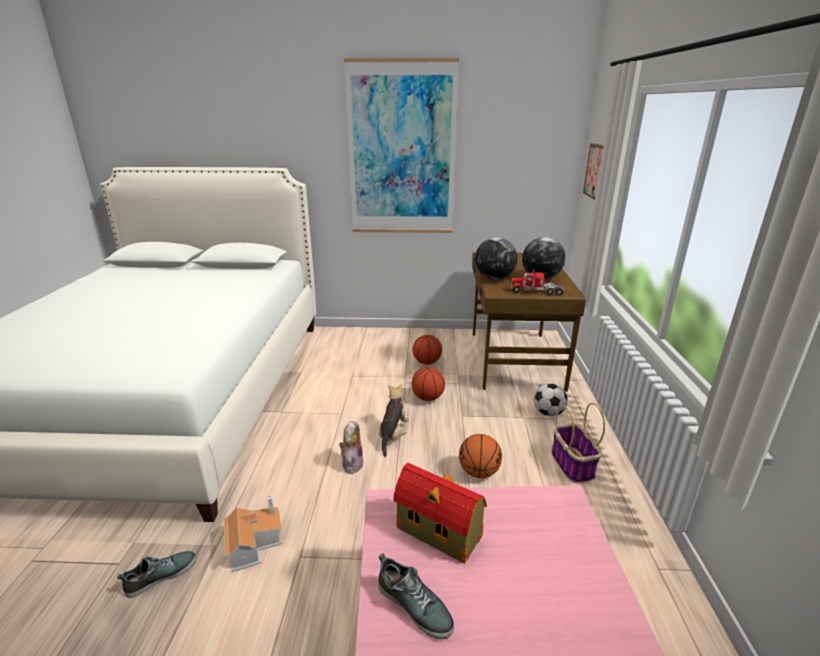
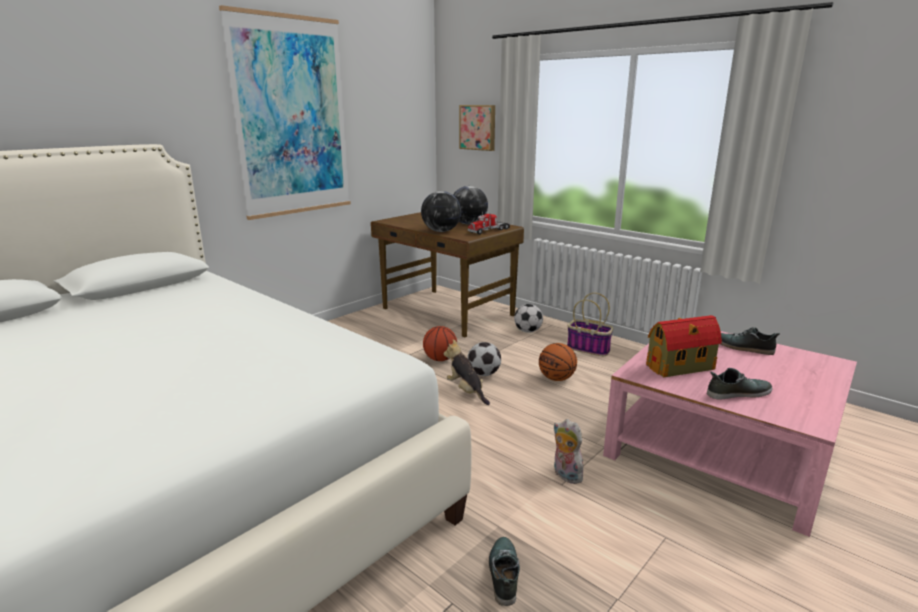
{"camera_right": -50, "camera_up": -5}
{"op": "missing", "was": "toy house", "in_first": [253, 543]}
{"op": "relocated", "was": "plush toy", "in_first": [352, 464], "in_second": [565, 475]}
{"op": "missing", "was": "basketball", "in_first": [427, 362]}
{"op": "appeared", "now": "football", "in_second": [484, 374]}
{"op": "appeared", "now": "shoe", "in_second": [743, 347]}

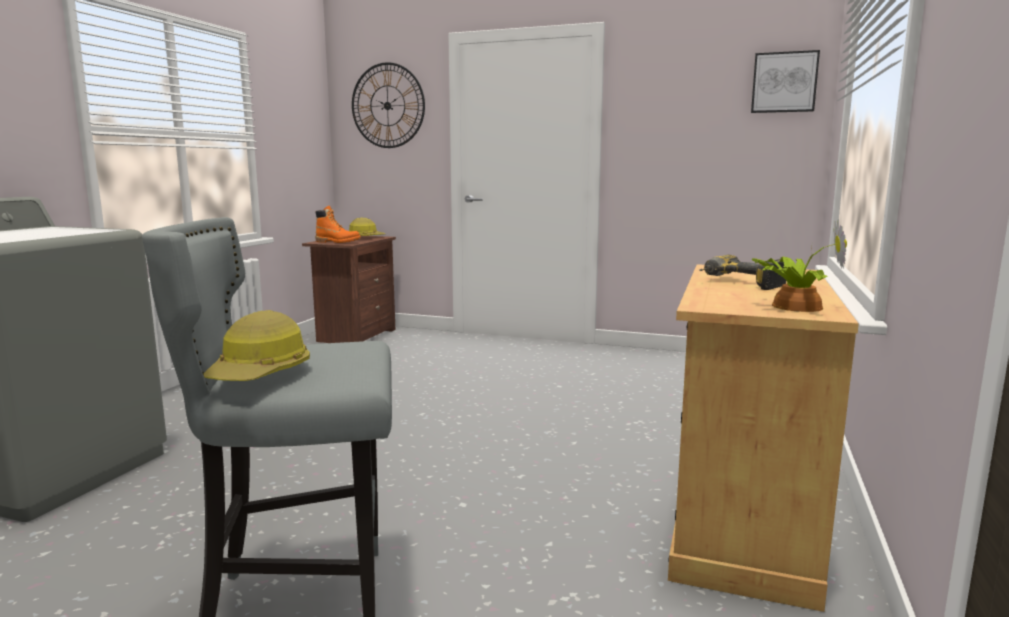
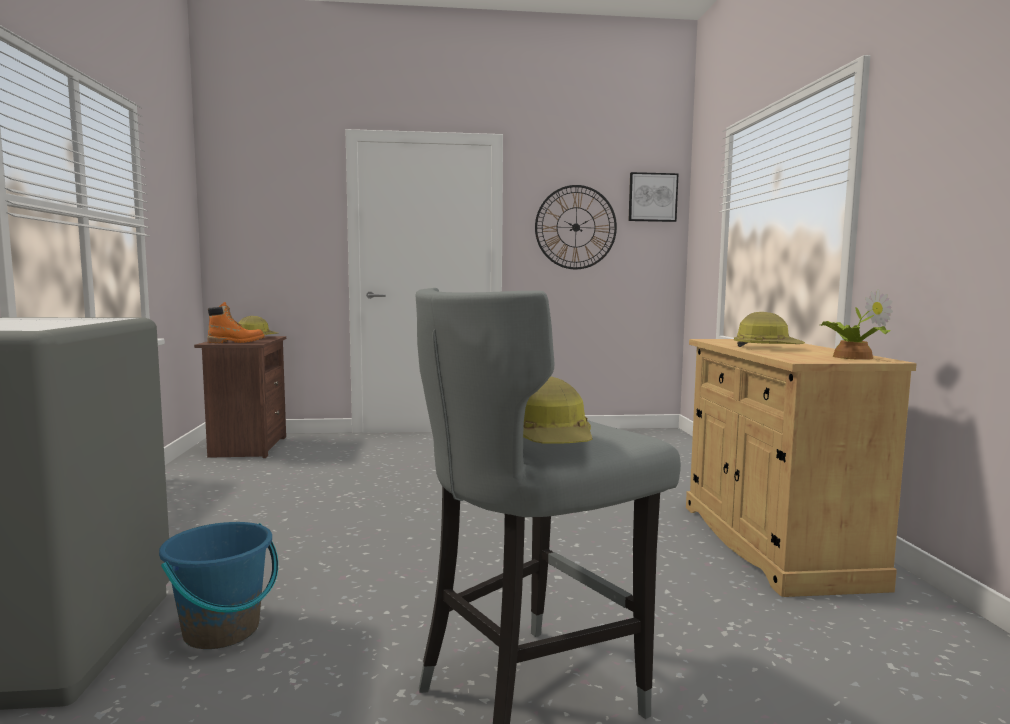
{"camera_right": -25, "camera_up": -5}
{"op": "relocated", "was": "wall clock", "in_first": [387, 105], "in_second": [575, 227]}
{"op": "exchanged", "was": "power drill", "now": "hard hat", "in_first": [738, 284], "in_second": [767, 348]}
{"op": "appeared", "now": "blue bucket", "in_second": [222, 631]}

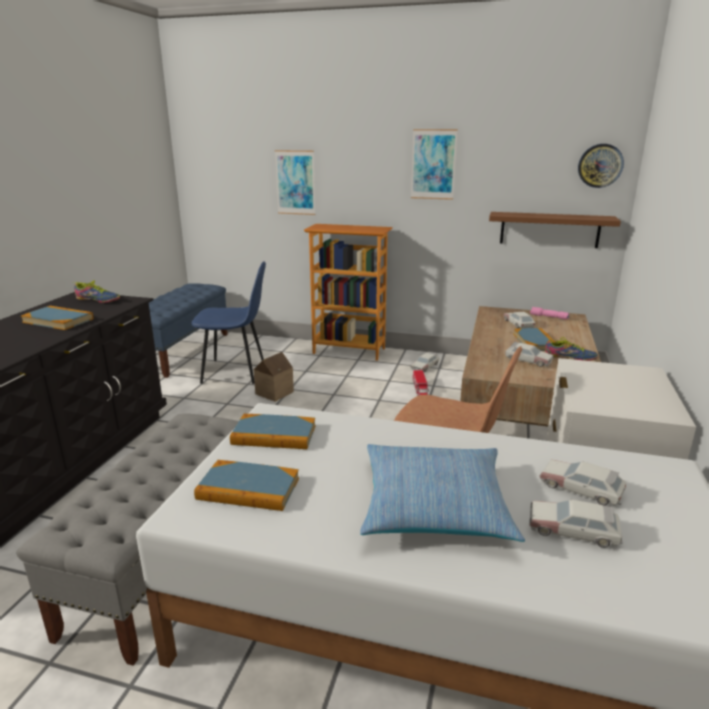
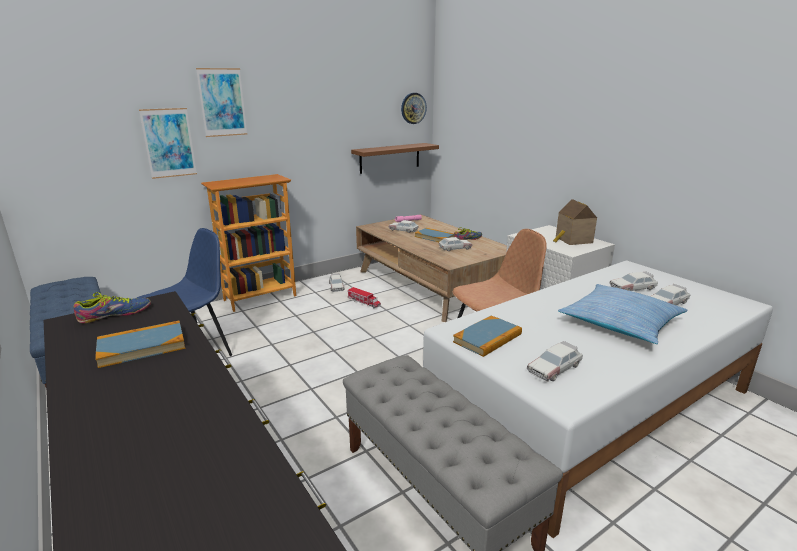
{"camera_right": -50, "camera_up": 0}
{"op": "exchanged", "was": "book", "now": "toy car", "in_first": [248, 489], "in_second": [554, 368]}
{"op": "relocated", "was": "toy house", "in_first": [273, 392], "in_second": [572, 240]}
{"op": "relocated", "was": "picture", "in_first": [433, 164], "in_second": [222, 102]}

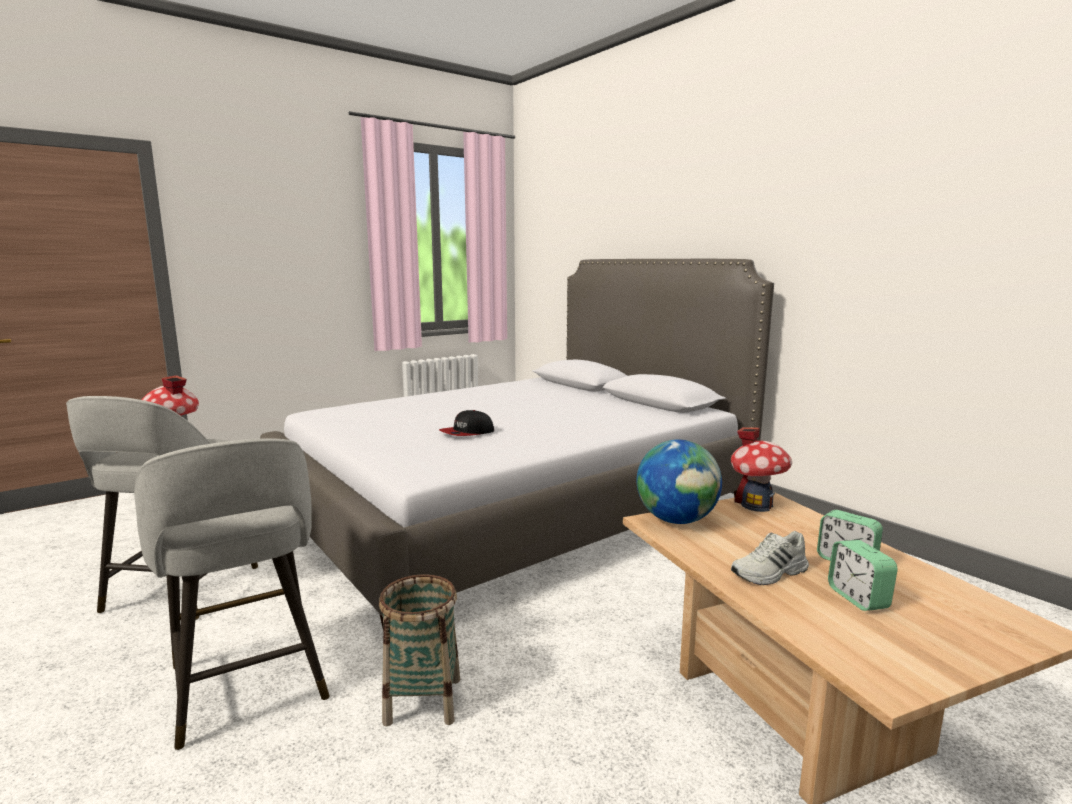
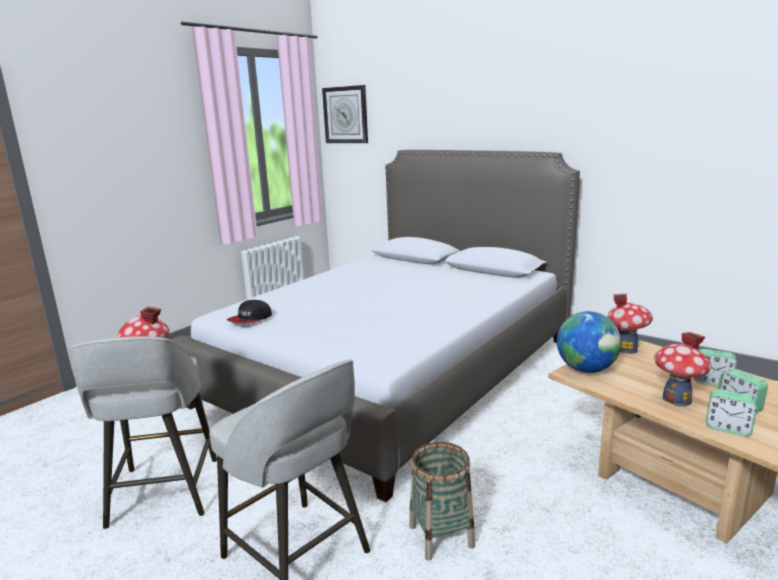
{"camera_right": -15, "camera_up": 5}
{"op": "relocated", "was": "cap", "in_first": [467, 433], "in_second": [250, 319]}
{"op": "exchanged", "was": "white shoe", "now": "toy house", "in_first": [770, 573], "in_second": [677, 399]}
{"op": "appeared", "now": "wall clock", "in_second": [345, 115]}
{"op": "appeared", "now": "alarm clock", "in_second": [728, 428]}

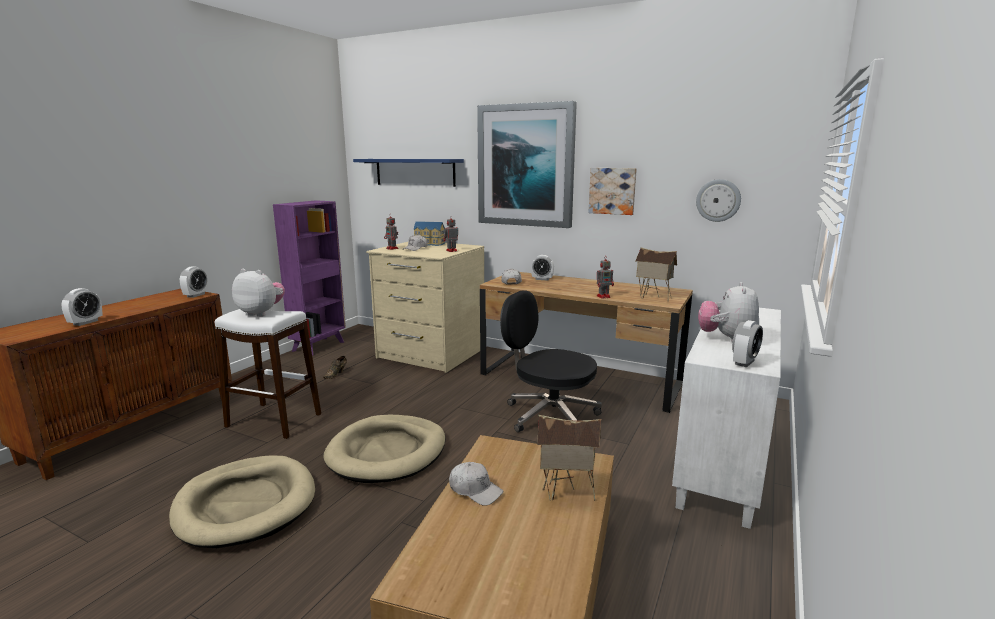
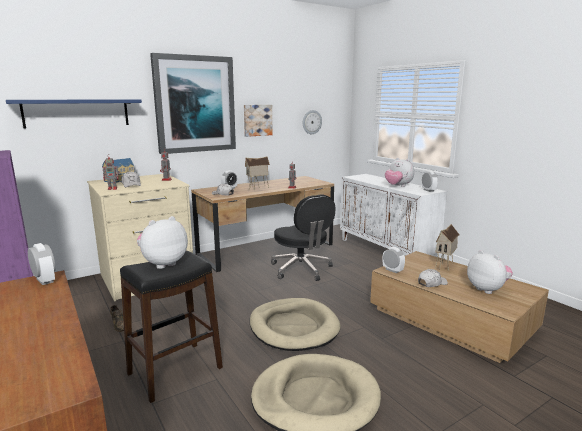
{"camera_right": -60, "camera_up": 0}
{"op": "relocated", "was": "alarm clock", "in_first": [85, 322], "in_second": [392, 270]}
{"op": "colour", "was": "white stool", "now": "black stool", "in_first": [273, 420], "in_second": [175, 371]}
{"op": "spun", "was": "black office chair", "in_first": [549, 415], "in_second": [302, 269], "clockwise": -90}
{"op": "relocated", "was": "toy house", "in_first": [653, 298], "in_second": [258, 188]}
{"op": "appeared", "now": "plush toy", "in_second": [487, 289]}

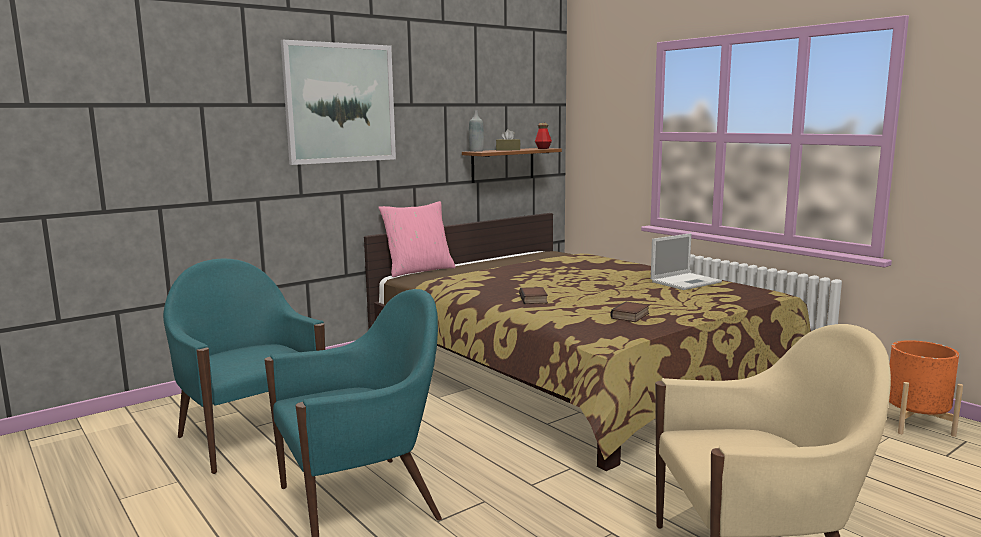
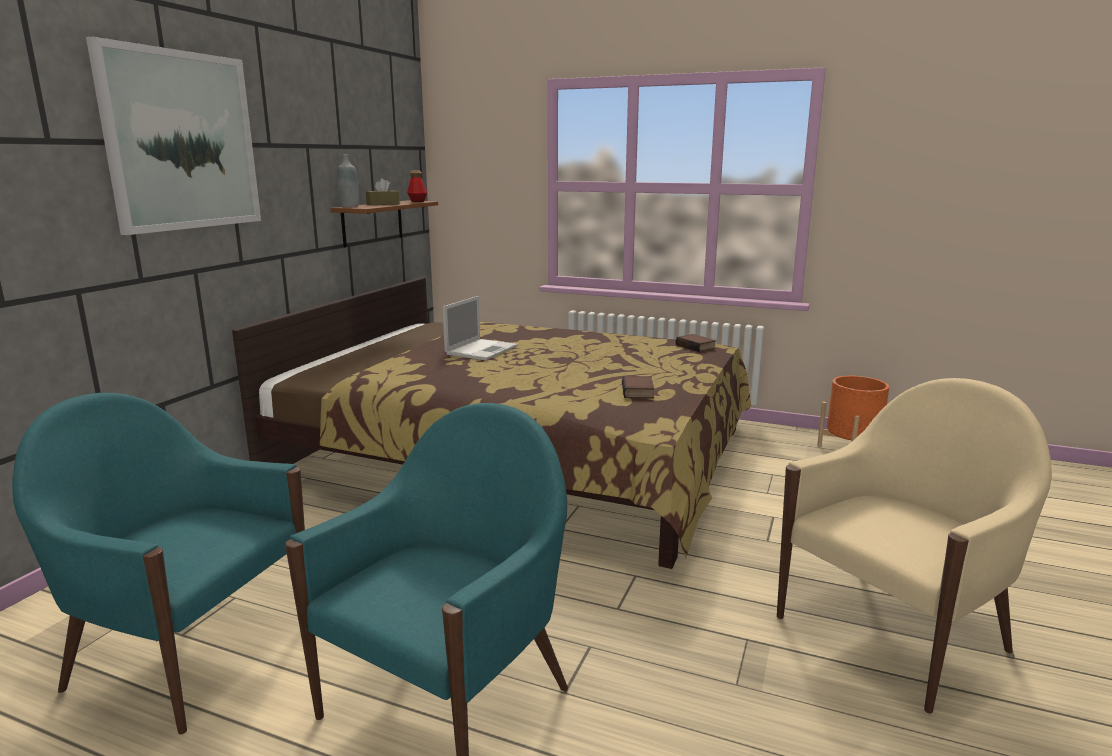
{"camera_right": -30, "camera_up": 5}
{"op": "missing", "was": "pink pillow", "in_first": [419, 270]}
{"op": "relocated", "was": "book", "in_first": [534, 299], "in_second": [696, 346]}
{"op": "relocated", "was": "laptop", "in_first": [686, 282], "in_second": [482, 350]}

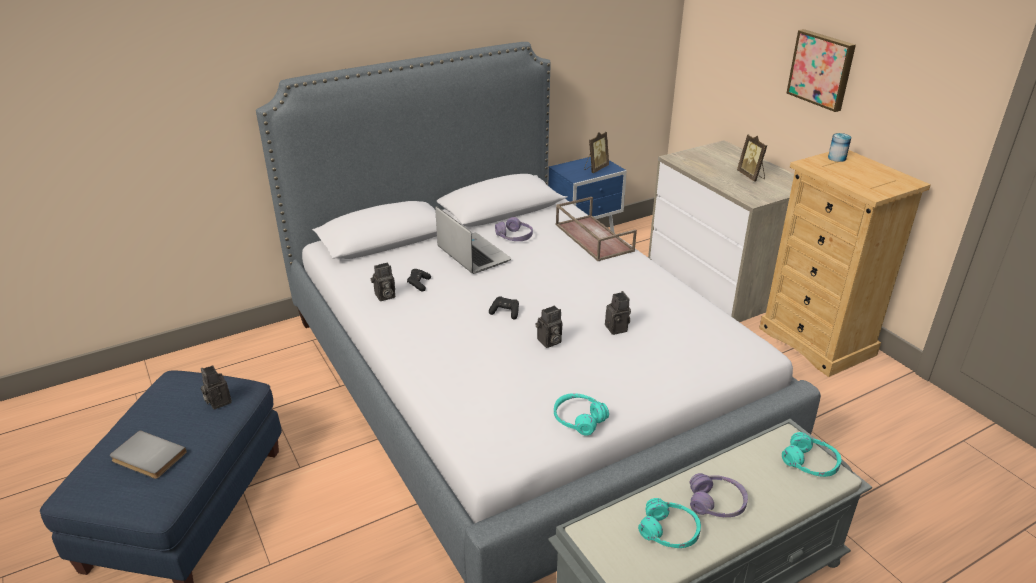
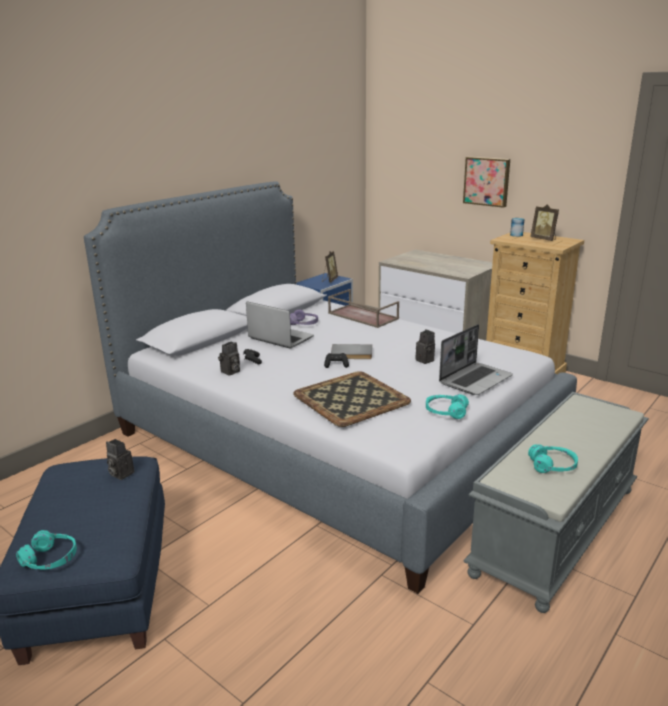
{"camera_right": -20, "camera_up": -10}
{"op": "relocated", "was": "grey book", "in_first": [147, 458], "in_second": [351, 354]}
{"op": "missing", "was": "photo camera", "in_first": [549, 342]}
{"op": "missing", "was": "purple headphones", "in_first": [716, 503]}
{"op": "relocated", "was": "picture frame", "in_first": [751, 176], "in_second": [544, 239]}
{"op": "relocated", "was": "turquoise headphones", "in_first": [810, 463], "in_second": [50, 559]}
{"op": "appeared", "now": "tray", "in_second": [351, 398]}
{"op": "appeared", "now": "laptop", "in_second": [475, 379]}

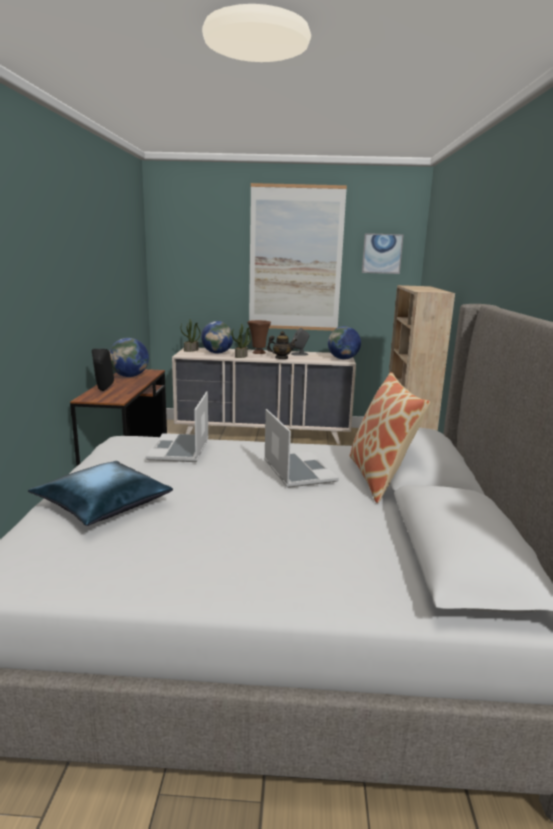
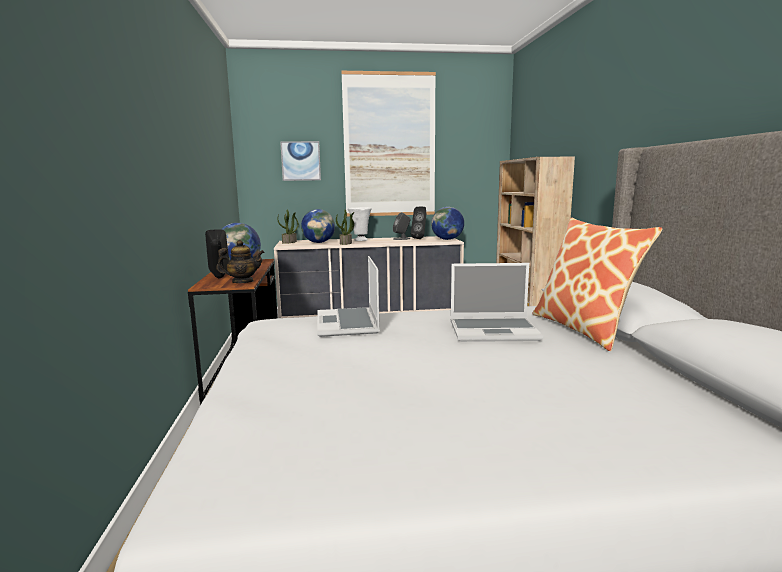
{"camera_right": -10, "camera_up": -5}
{"op": "missing", "was": "blue pillow", "in_first": [103, 504]}
{"op": "colour", "was": "brown vase", "now": "white vase", "in_first": [258, 353], "in_second": [360, 240]}
{"op": "spun", "was": "laptop", "in_first": [297, 471], "in_second": [494, 331], "clockwise": 120}
{"op": "relocated", "was": "teapot", "in_first": [281, 358], "in_second": [242, 282]}
{"op": "relocated", "was": "picture", "in_first": [382, 253], "in_second": [301, 161]}
{"op": "appeared", "now": "black speaker", "in_second": [420, 238]}

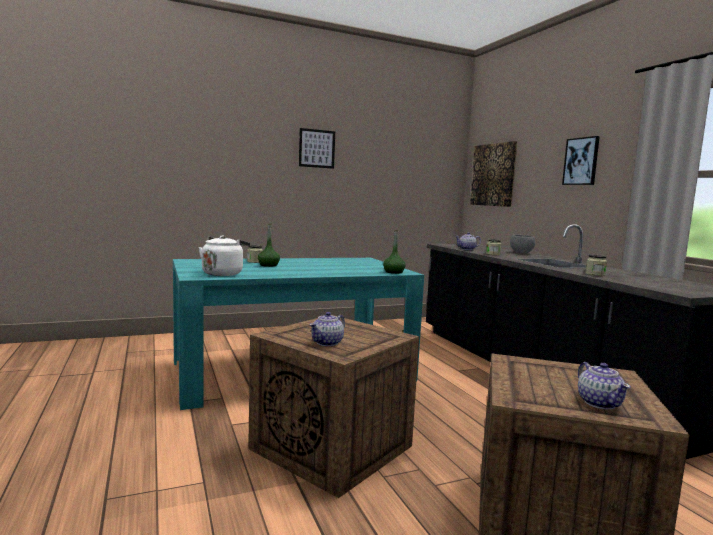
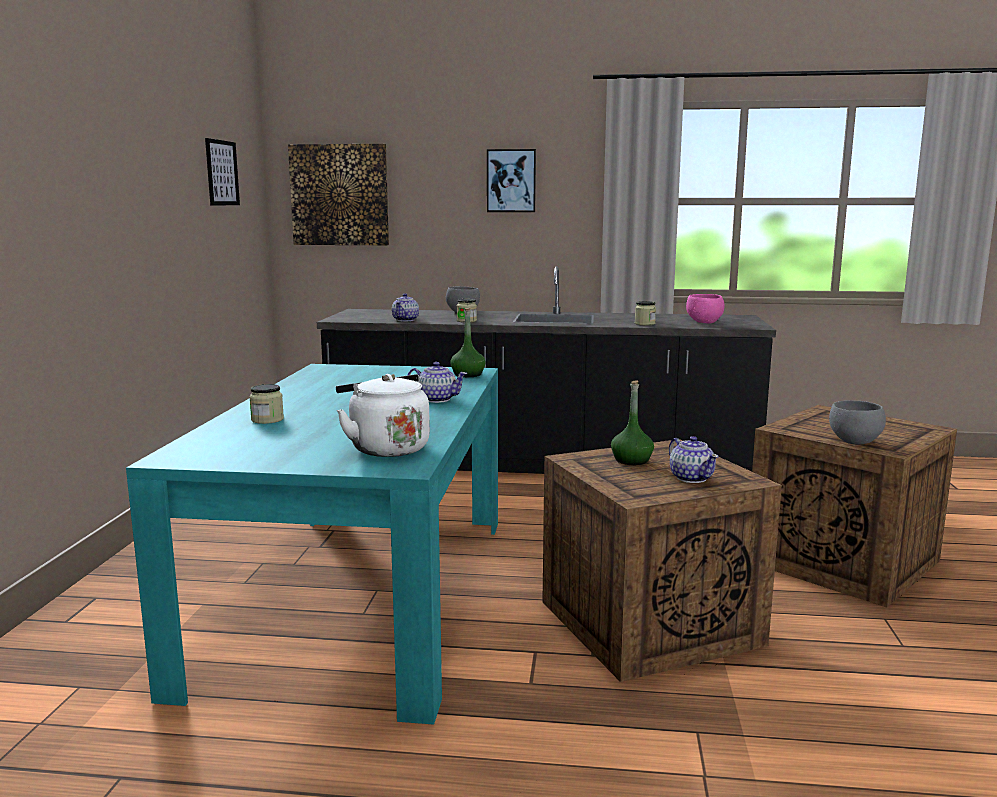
{"camera_right": -60, "camera_up": 5}
{"op": "relocated", "was": "green bottle", "in_first": [268, 265], "in_second": [631, 460]}
{"op": "relocated", "was": "picture", "in_first": [316, 148], "in_second": [222, 173]}
{"op": "relocated", "was": "teapot", "in_first": [599, 403], "in_second": [437, 399]}
{"op": "appeared", "now": "pink bowl", "in_second": [705, 322]}
{"op": "appeared", "now": "grey bowl", "in_second": [854, 442]}

